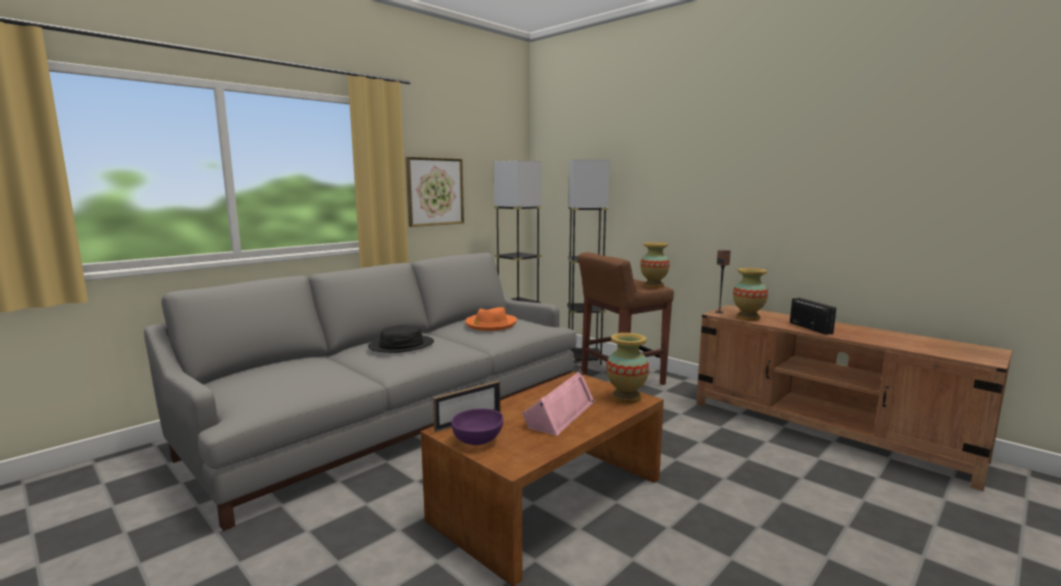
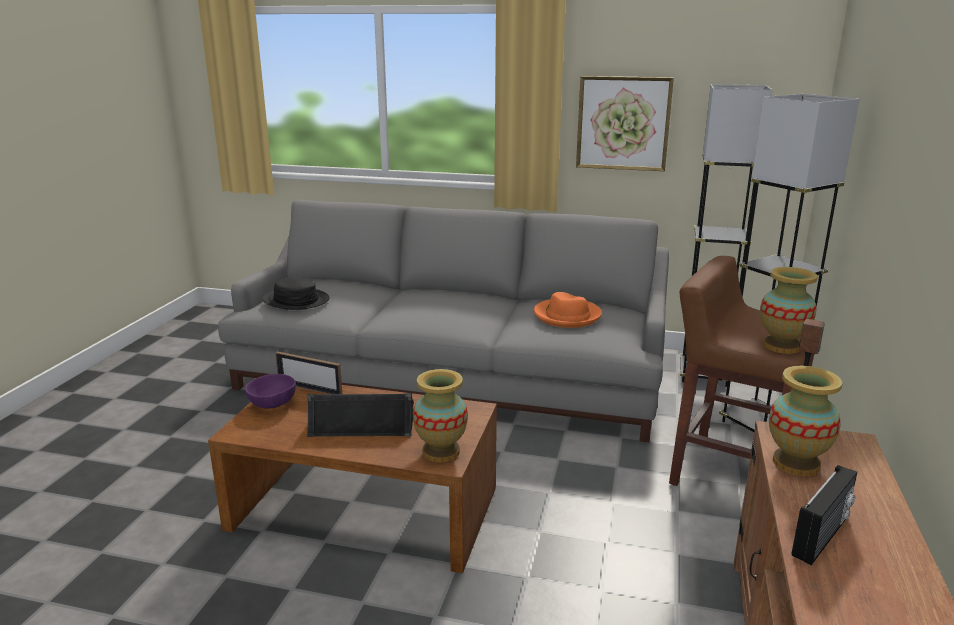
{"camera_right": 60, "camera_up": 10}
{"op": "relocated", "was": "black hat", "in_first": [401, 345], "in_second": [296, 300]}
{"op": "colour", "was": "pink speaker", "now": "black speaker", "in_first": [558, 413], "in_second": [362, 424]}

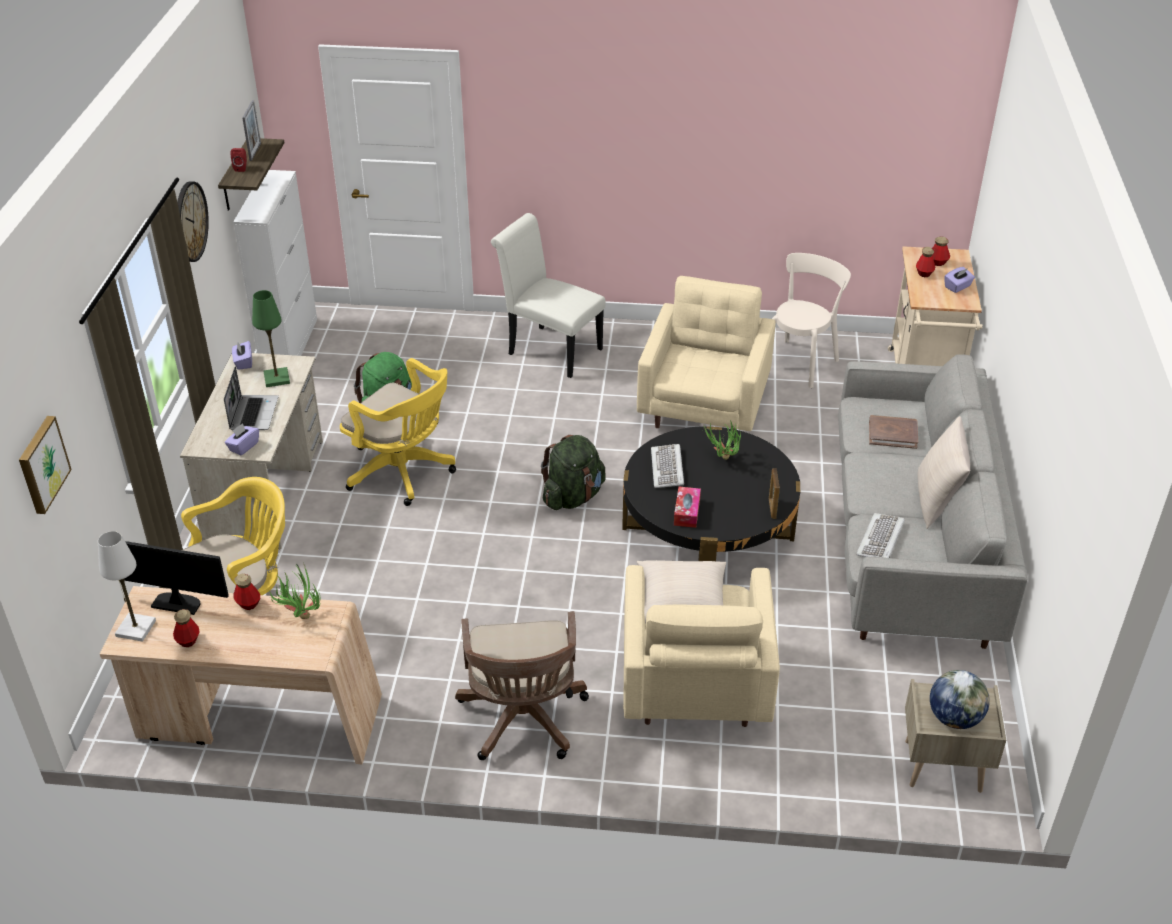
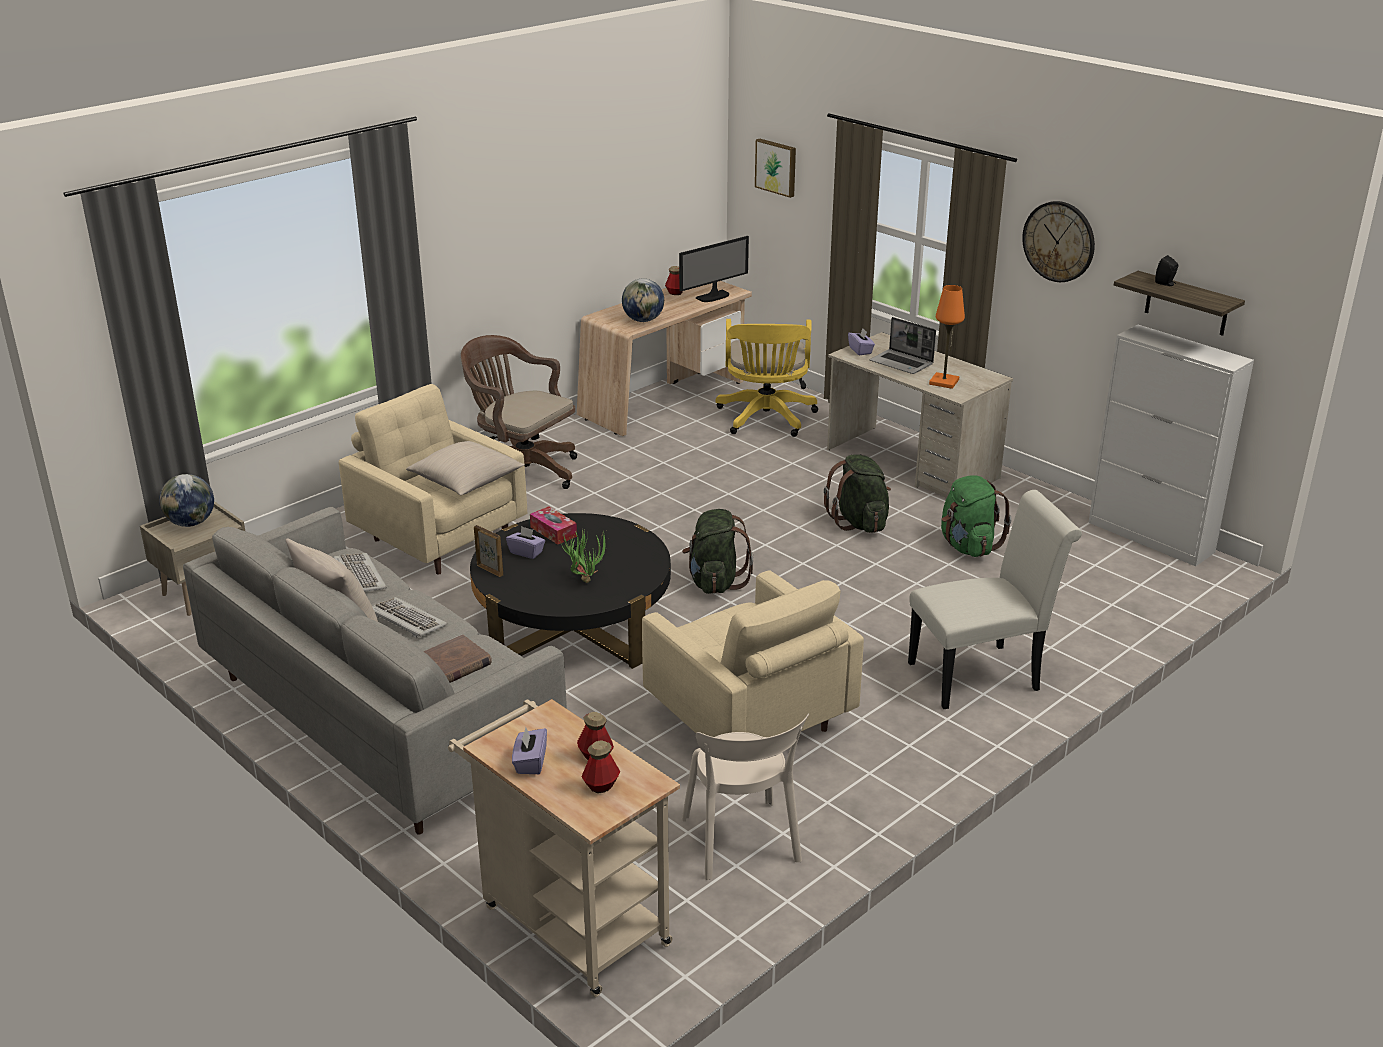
{"camera_right": 130, "camera_up": -10}
{"op": "missing", "was": "white table lamp", "in_first": [136, 628]}
{"op": "colour", "was": "red speaker", "now": "black speaker", "in_first": [241, 168], "in_second": [1166, 283]}
{"op": "relocated", "was": "purple tissue box", "in_first": [243, 362], "in_second": [526, 552]}
{"op": "missing", "was": "bottle", "in_first": [248, 604]}
{"op": "missing", "was": "picture frame", "in_first": [255, 152]}
{"op": "colour", "was": "green table lamp", "now": "orange table lamp", "in_first": [276, 378], "in_second": [944, 382]}
{"op": "exchanged", "was": "potted plant", "now": "globe", "in_first": [299, 616], "in_second": [643, 320]}
{"op": "exchanged", "was": "yellow office chair", "now": "green backpack", "in_first": [403, 473], "in_second": [859, 522]}
{"op": "relocated", "was": "keyboard", "in_first": [668, 468], "in_second": [407, 620]}

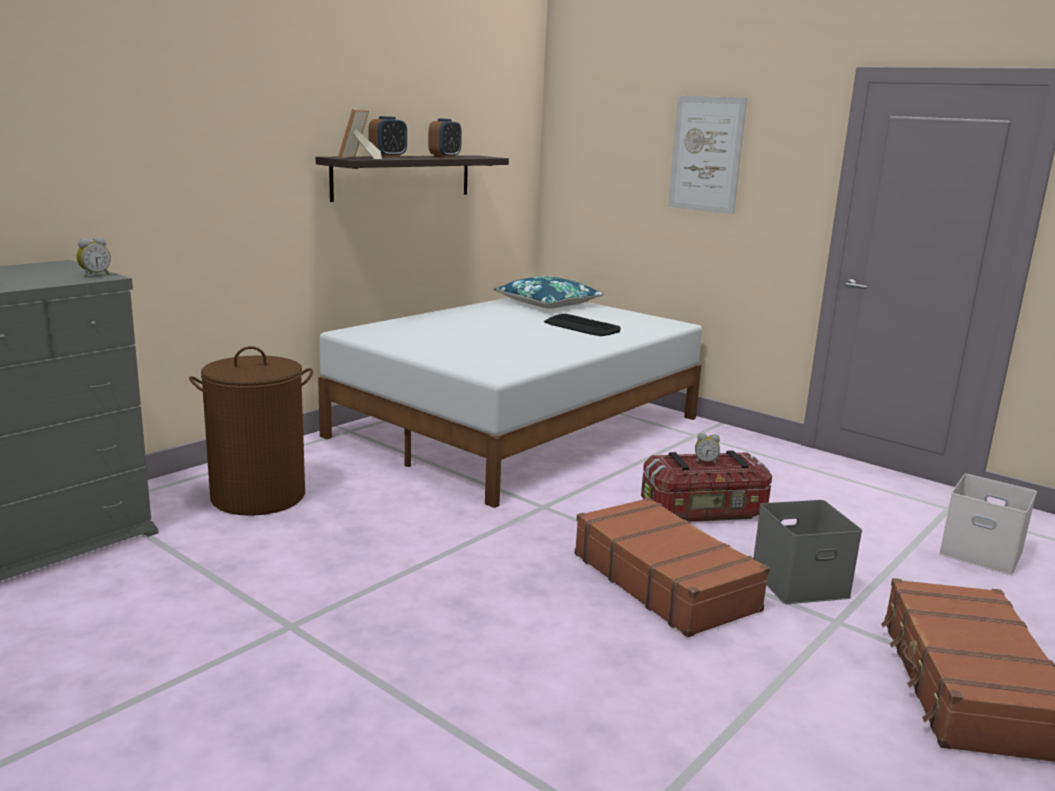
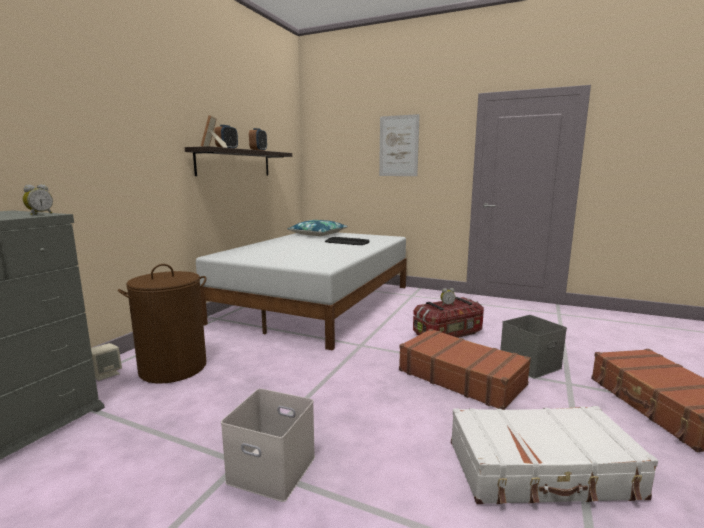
{"camera_right": -15, "camera_up": -5}
{"op": "relocated", "was": "white storage box", "in_first": [983, 552], "in_second": [274, 469]}
{"op": "appeared", "now": "beige speaker", "in_second": [106, 374]}
{"op": "appeared", "now": "white suitcase", "in_second": [542, 470]}

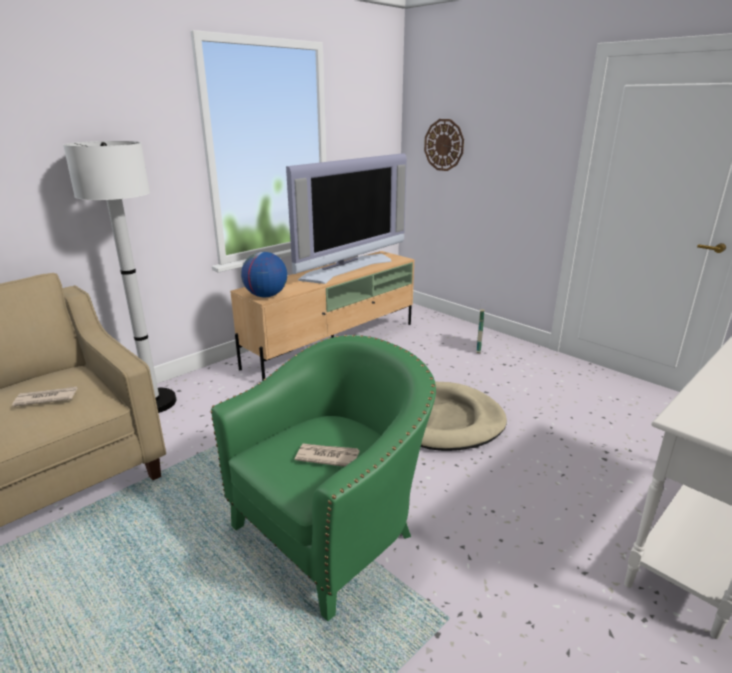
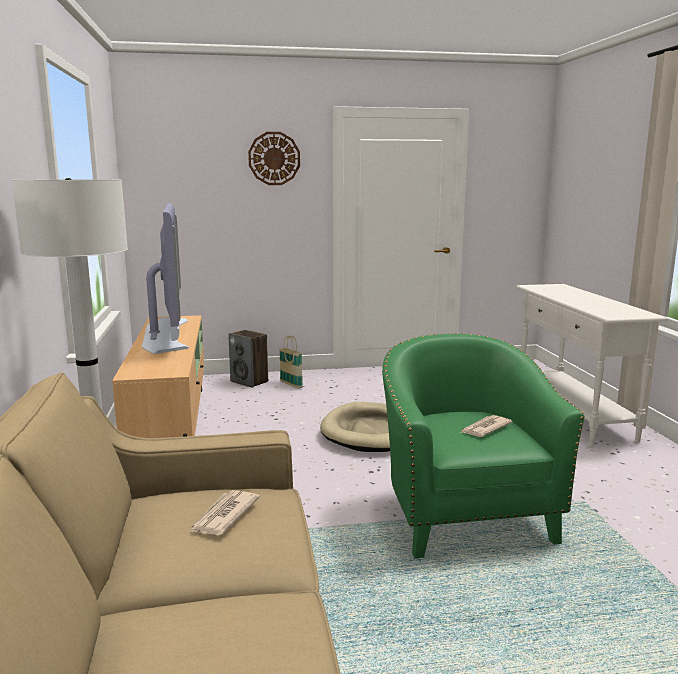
{"camera_right": -55, "camera_up": -10}
{"op": "missing", "was": "globe", "in_first": [265, 296]}
{"op": "relocated", "was": "wall clock", "in_first": [444, 145], "in_second": [274, 158]}
{"op": "appeared", "now": "speaker", "in_second": [249, 381]}

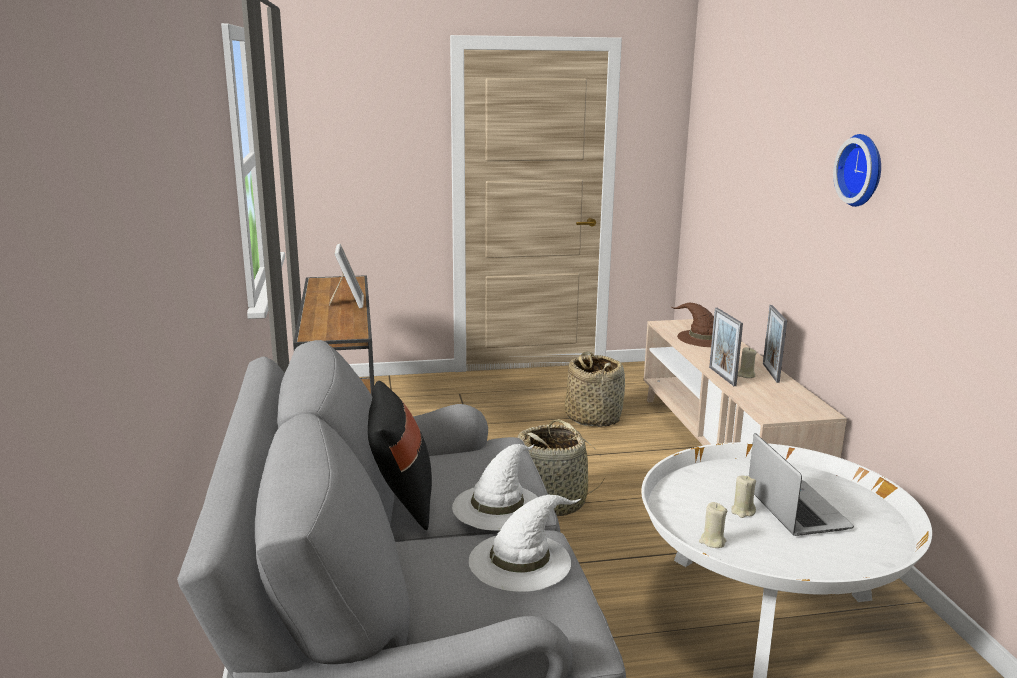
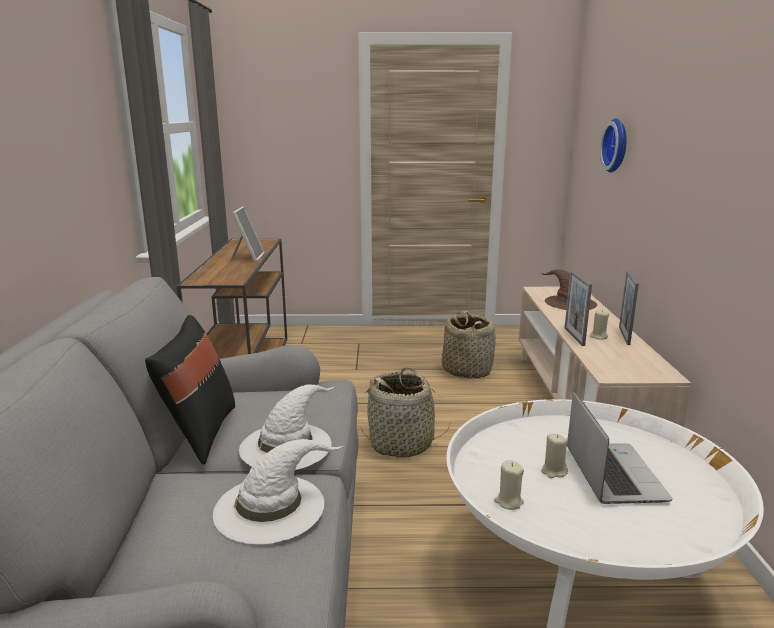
{"camera_right": 10, "camera_up": 0}
{"op": "relocated", "was": "wall clock", "in_first": [863, 170], "in_second": [617, 145]}

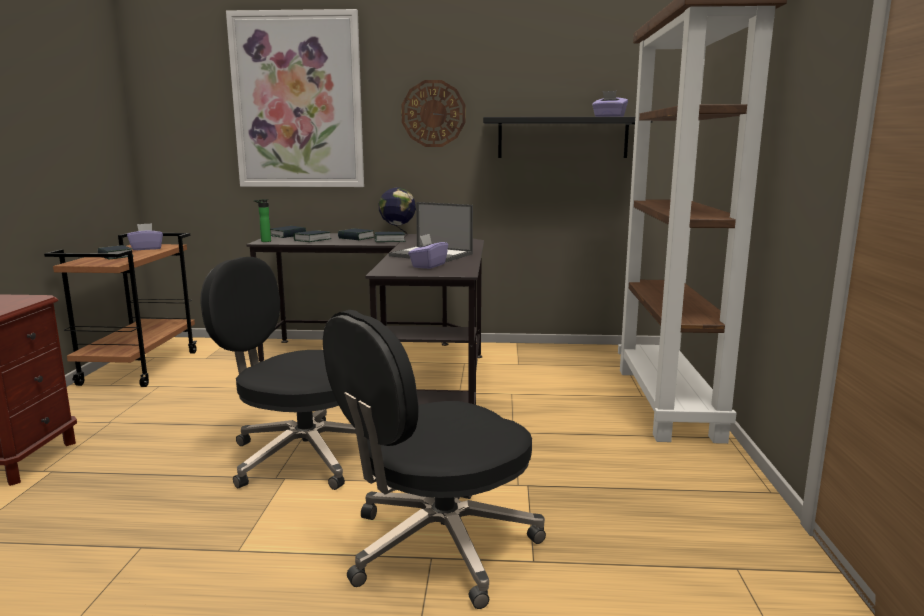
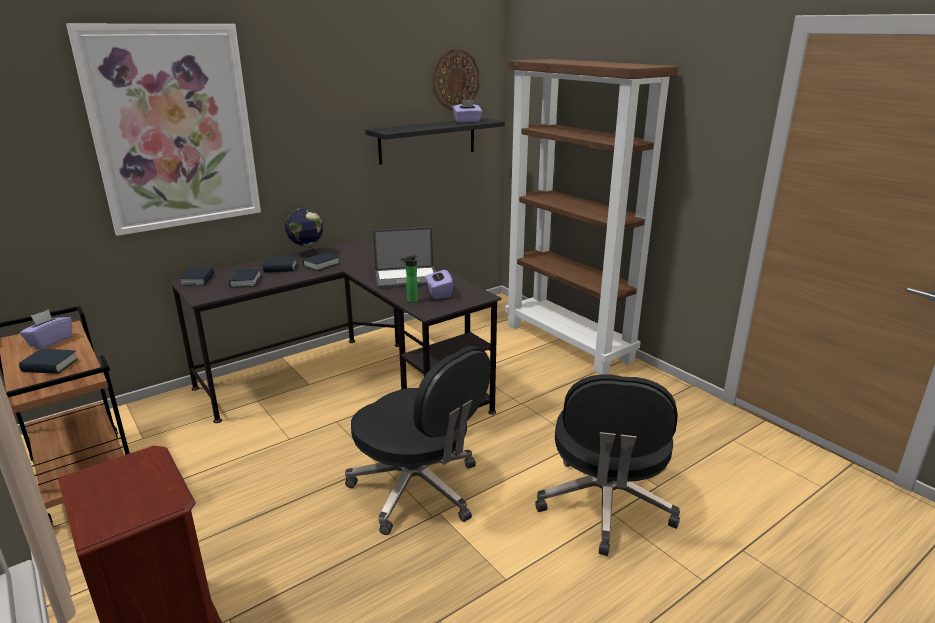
{"camera_right": -40, "camera_up": 10}
{"op": "spun", "was": "black office chair", "in_first": [301, 456], "in_second": [418, 490], "clockwise": -120}
{"op": "relocated", "was": "bottle", "in_first": [264, 241], "in_second": [410, 301]}
{"op": "relocated", "was": "wall clock", "in_first": [433, 113], "in_second": [455, 80]}

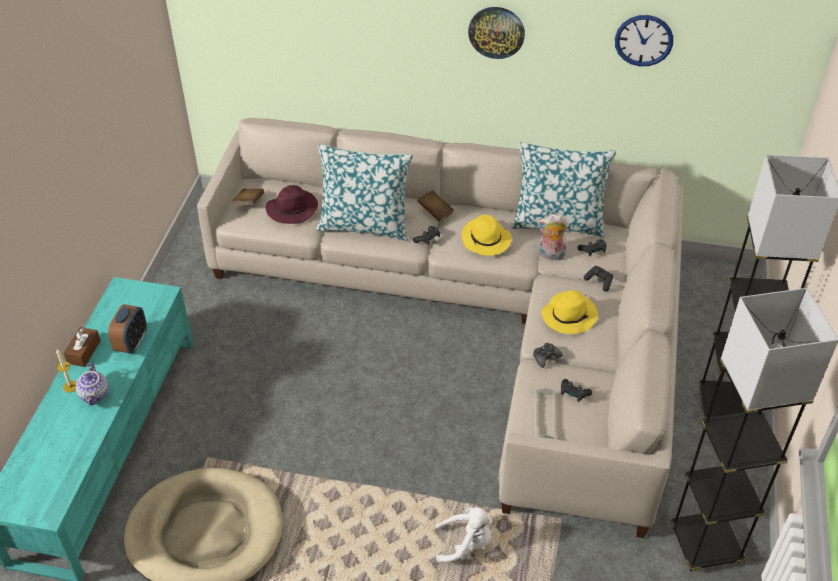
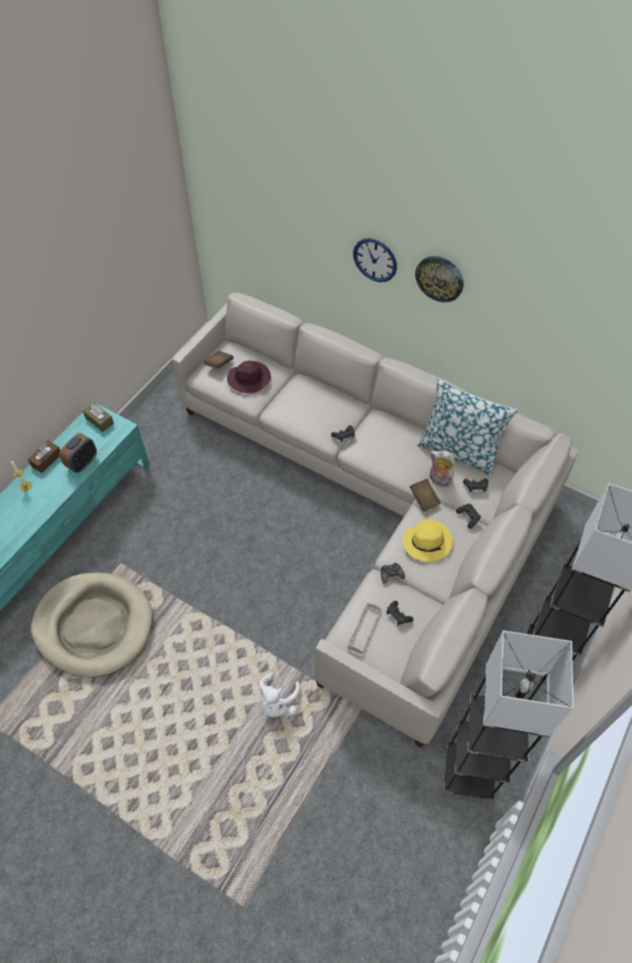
{"camera_right": 20, "camera_up": 10}
{"op": "missing", "was": "teapot", "in_first": [95, 395]}
{"op": "missing", "was": "pillow", "in_first": [365, 225]}
{"op": "relocated", "was": "brown book", "in_first": [435, 212], "in_second": [424, 499]}
{"op": "spun", "was": "white plush toy", "in_first": [465, 544], "in_second": [278, 702], "clockwise": 90}
{"op": "missing", "was": "yellow hat", "in_first": [486, 240]}
{"op": "relocated", "was": "wall clock", "in_first": [643, 40], "in_second": [375, 260]}
{"op": "appeared", "now": "brown tissue box", "in_second": [99, 421]}

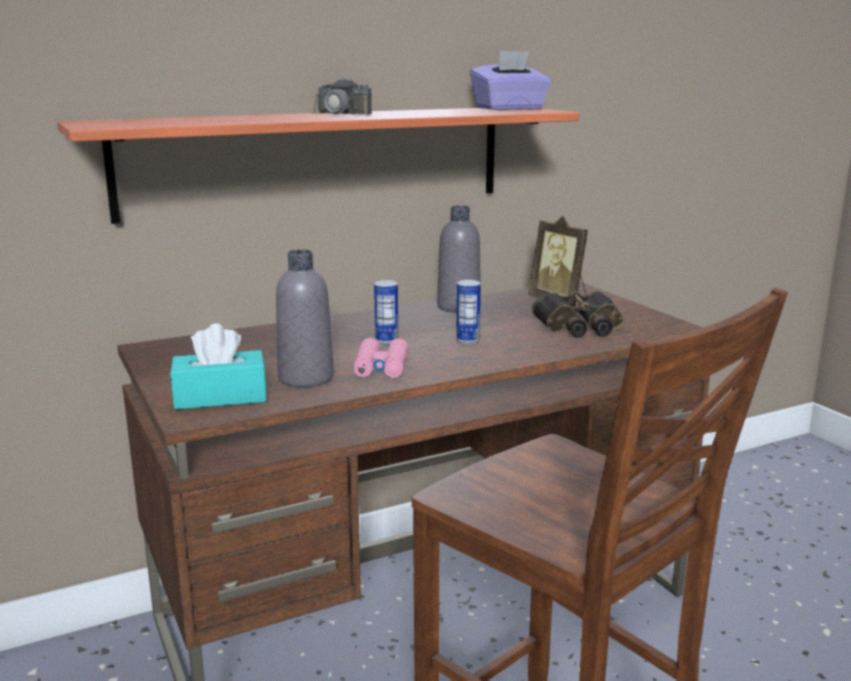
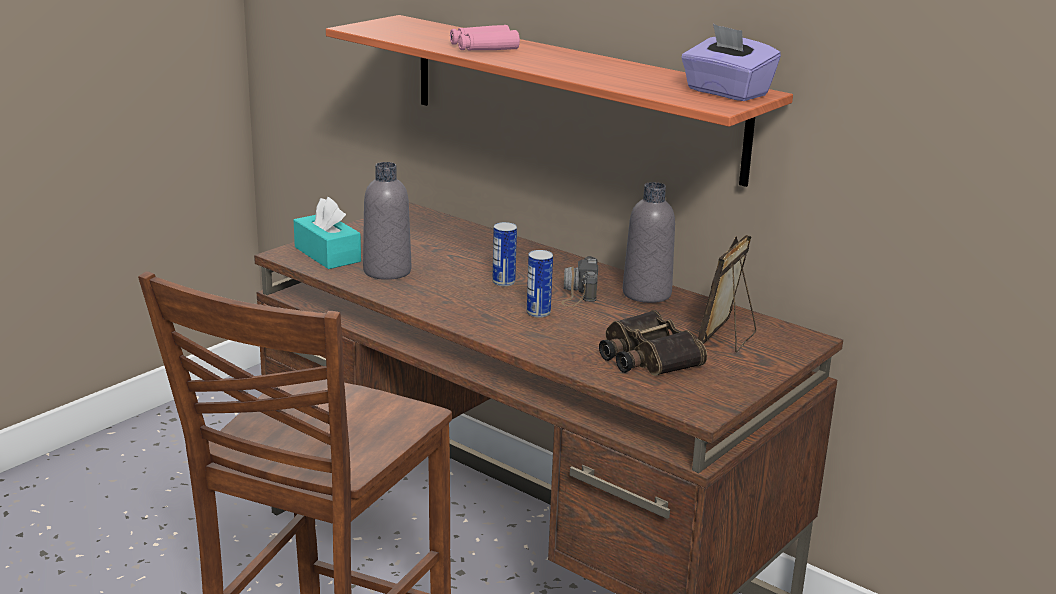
{"camera_right": 65, "camera_up": 5}
{"op": "relocated", "was": "photo camera", "in_first": [344, 114], "in_second": [579, 292]}
{"op": "relocated", "was": "pink binoculars", "in_first": [381, 368], "in_second": [483, 47]}

